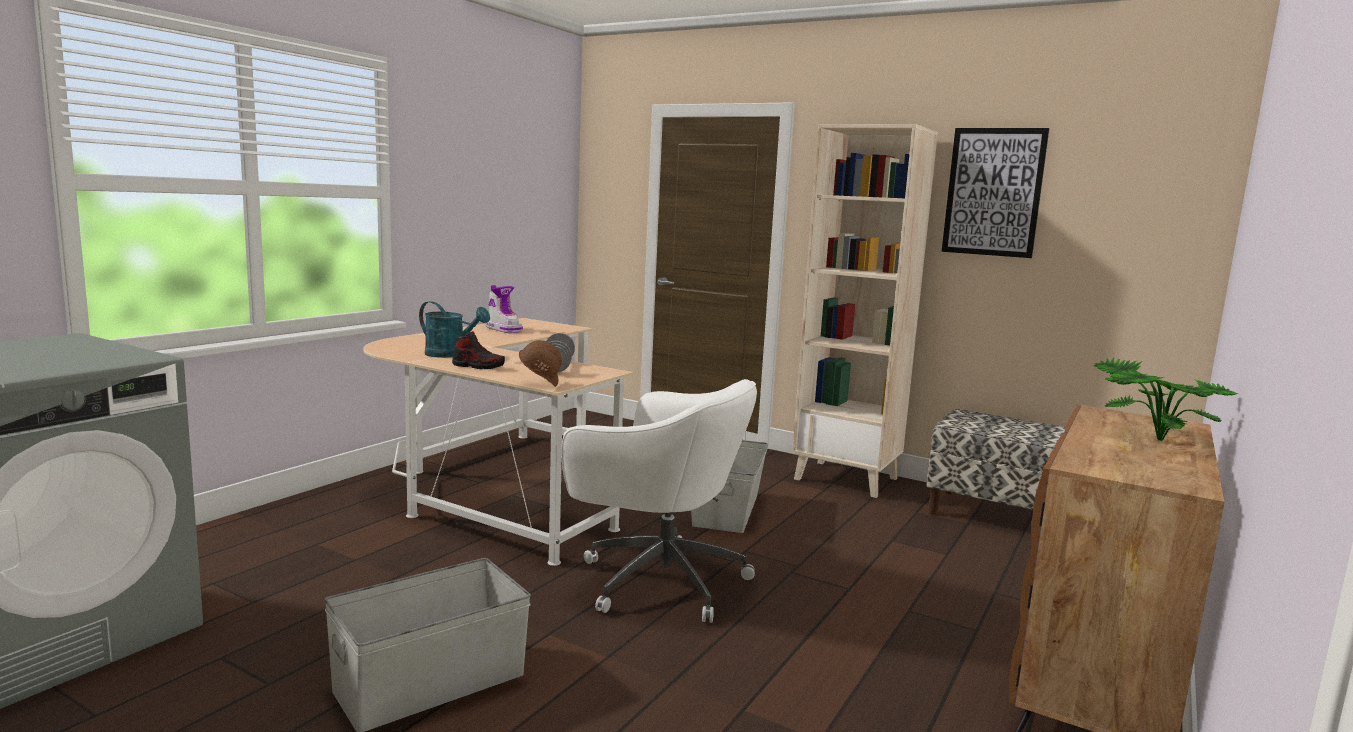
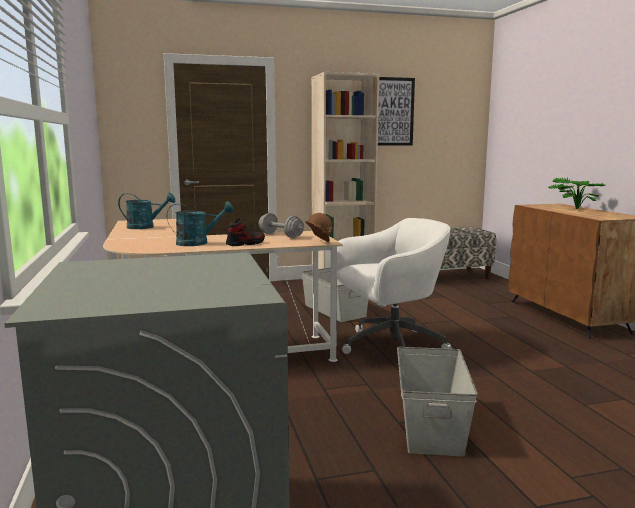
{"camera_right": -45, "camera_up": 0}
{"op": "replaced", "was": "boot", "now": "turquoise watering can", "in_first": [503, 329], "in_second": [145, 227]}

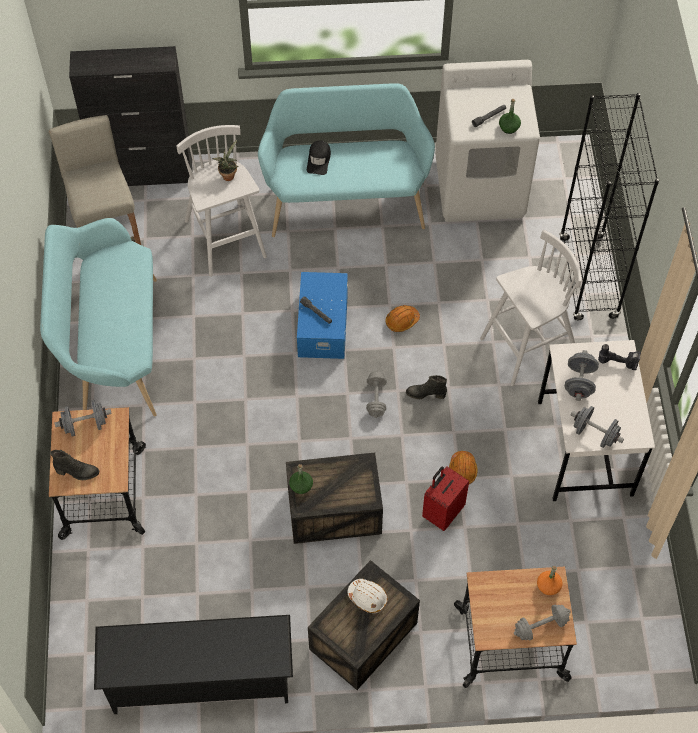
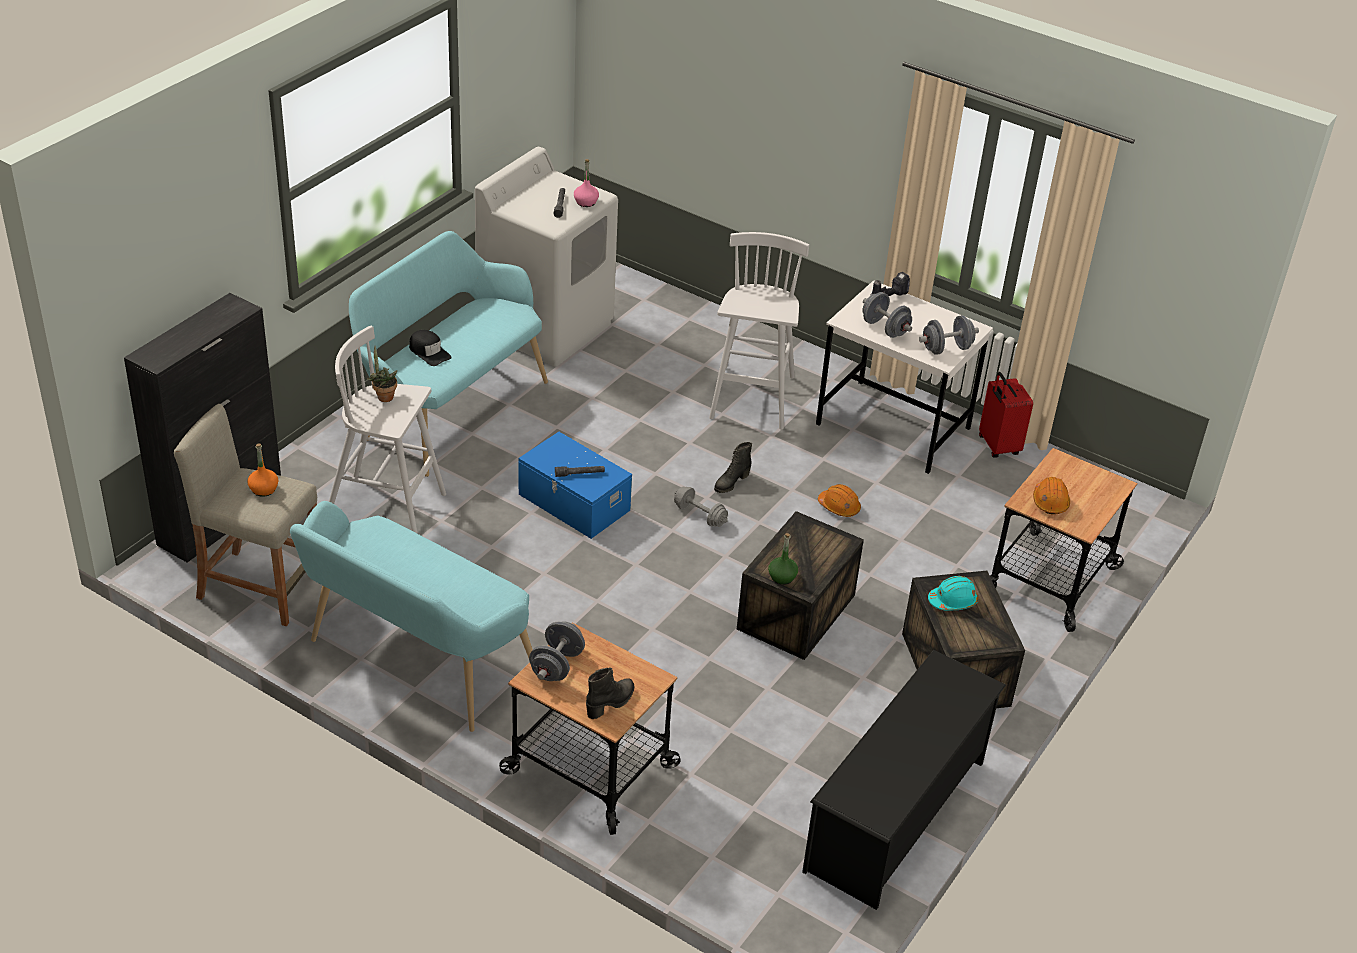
{"camera_right": -55, "camera_up": -20}
{"op": "removed", "was": "grey dumbbell", "in_first": [540, 626]}
{"op": "removed", "was": "black bookcase", "in_first": [588, 278]}
{"op": "moved", "was": "orange hard hat", "in_first": [402, 321], "in_second": [1050, 502]}
{"op": "moved", "was": "red suitcase", "in_first": [442, 512], "in_second": [997, 446]}
{"op": "moved", "was": "orange bottle", "in_first": [548, 586], "in_second": [263, 489]}
{"op": "recoloured", "was": "white hard hat", "now": "turquoise hard hat", "in_first": [367, 597], "in_second": [953, 601]}
{"op": "recoloured", "was": "green bottle", "now": "pink bottle", "in_first": [509, 127], "in_second": [586, 202]}

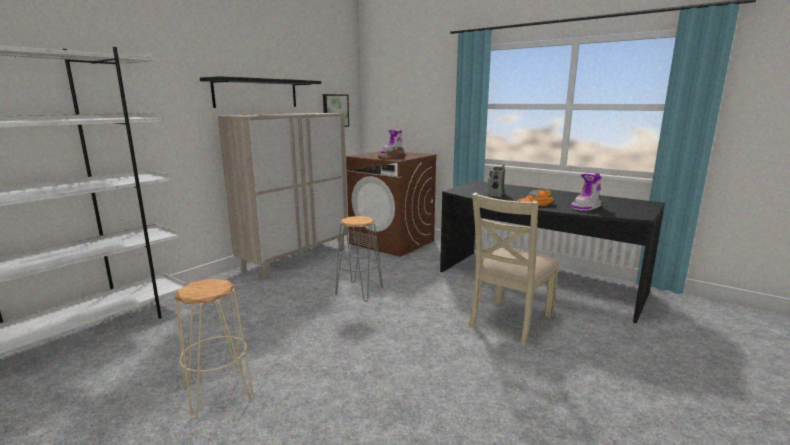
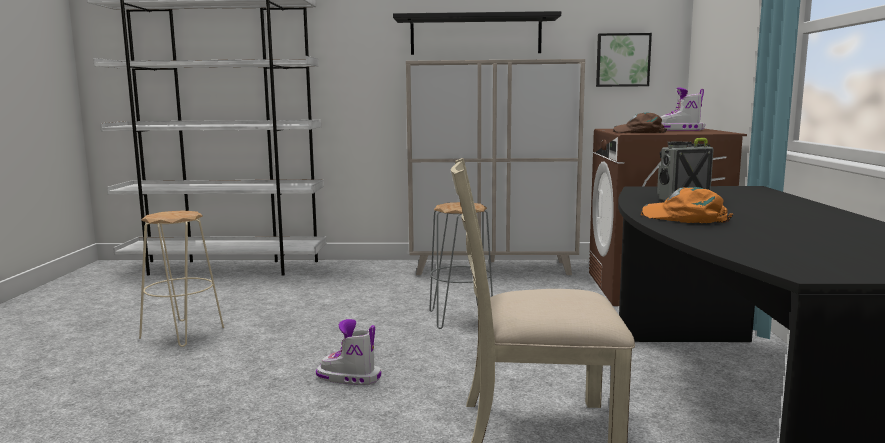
{"camera_right": 55, "camera_up": -5}
{"op": "moved", "was": "boot", "in_first": [586, 207], "in_second": [348, 378]}

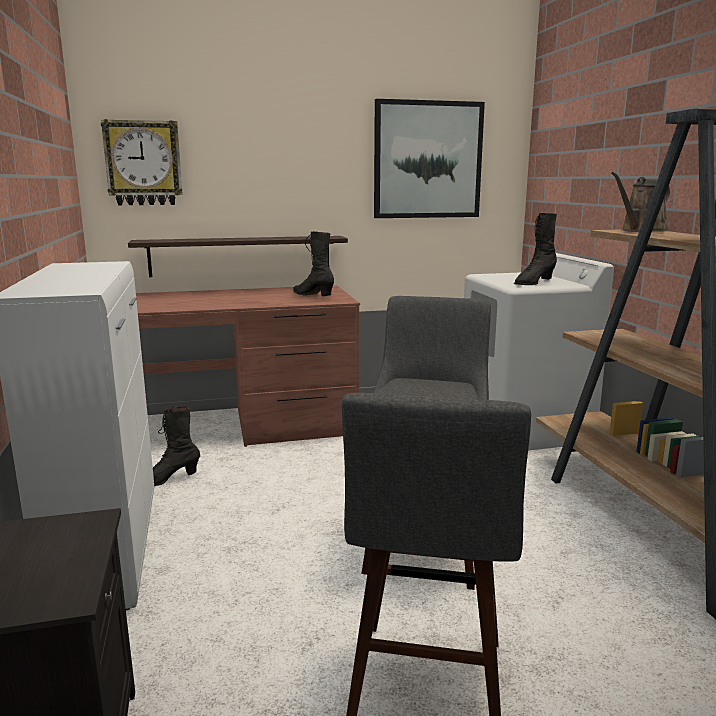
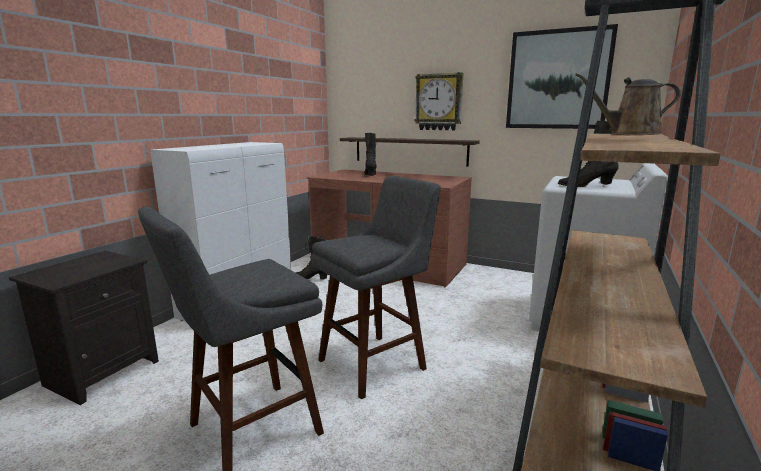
{"camera_right": 40, "camera_up": 0}
{"op": "moved", "was": "wall clock", "in_first": [143, 163], "in_second": [439, 102]}
{"op": "moved", "was": "black boot", "in_first": [313, 295], "in_second": [370, 175]}

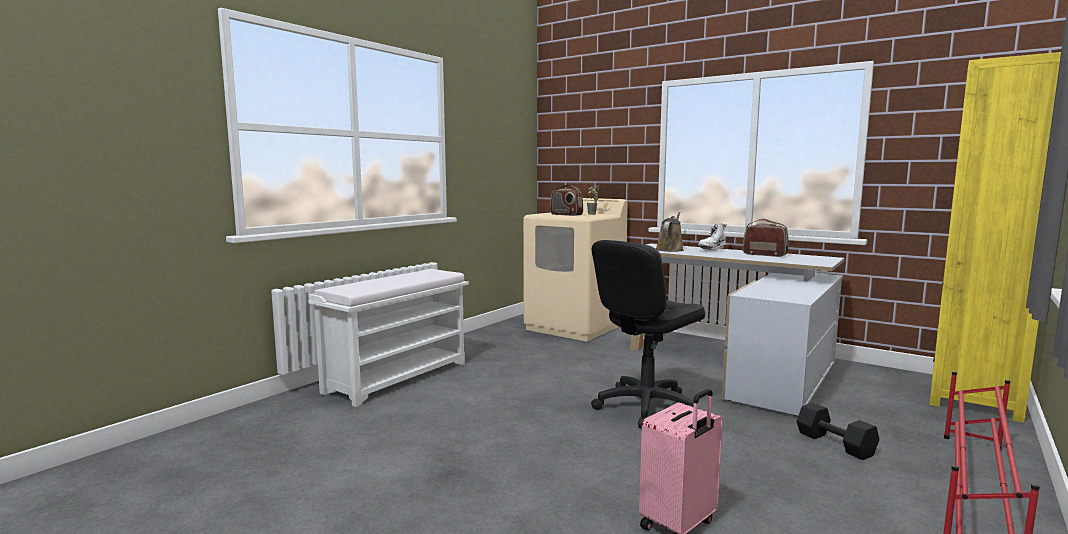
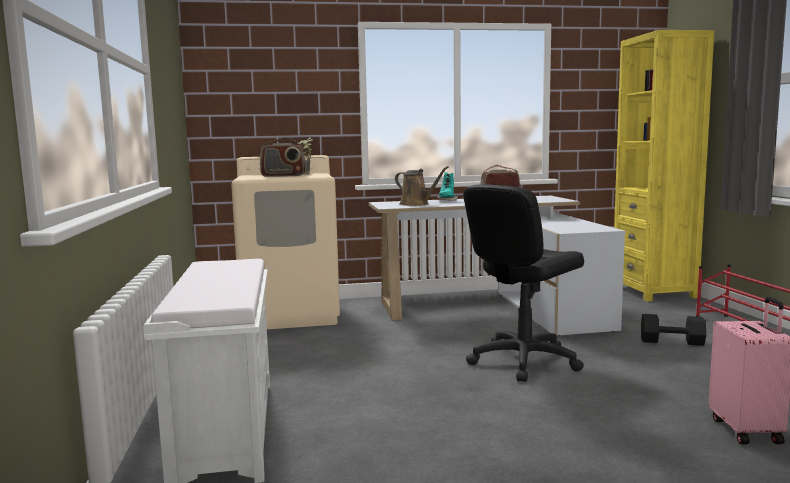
{"camera_right": -45, "camera_up": 0}
{"op": "recoloured", "was": "white boot", "now": "turquoise boot", "in_first": [712, 250], "in_second": [447, 201]}
{"op": "turned", "was": "black office chair", "in_first": [645, 406], "in_second": [523, 361], "clockwise": 45}
{"op": "turned", "was": "brown watering can", "in_first": [670, 249], "in_second": [416, 204], "clockwise": 150}

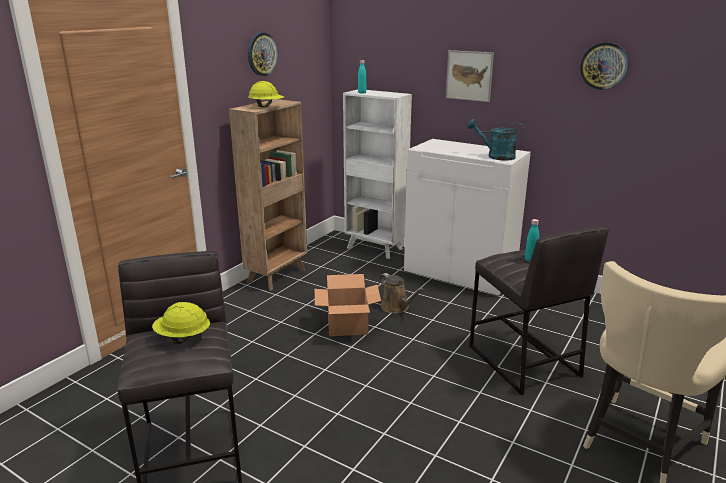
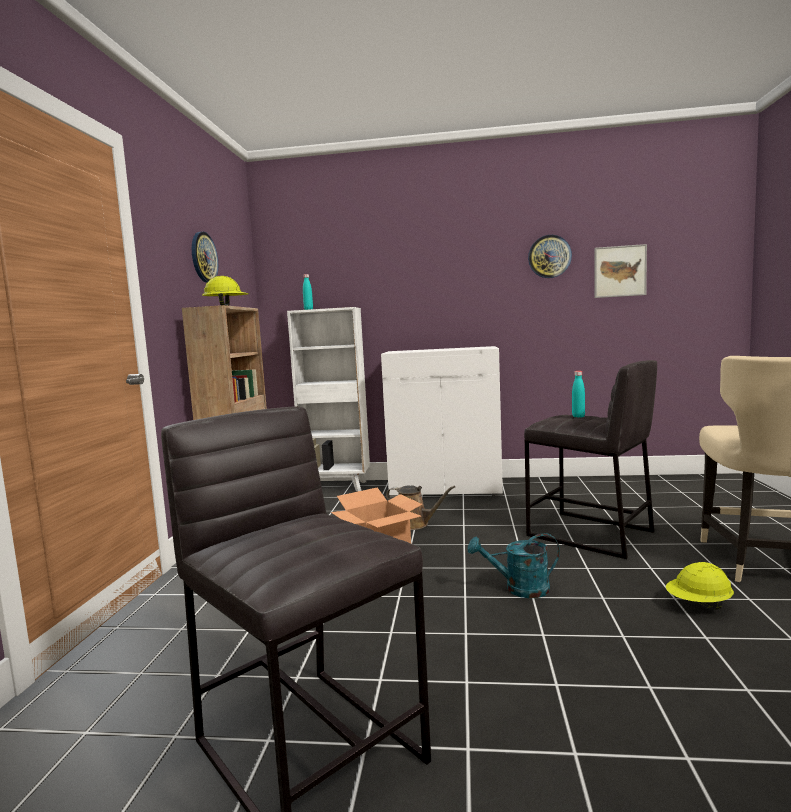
{"camera_right": -25, "camera_up": -15}
{"op": "moved", "was": "yellow hard hat", "in_first": [183, 337], "in_second": [699, 605]}
{"op": "moved", "was": "picture", "in_first": [469, 75], "in_second": [620, 271]}
{"op": "moved", "was": "turquoise watering can", "in_first": [496, 156], "in_second": [519, 589]}

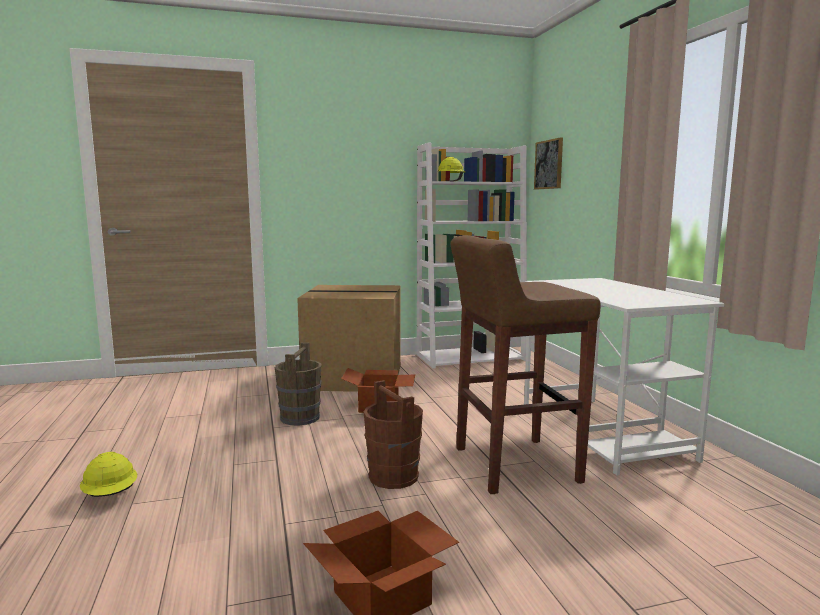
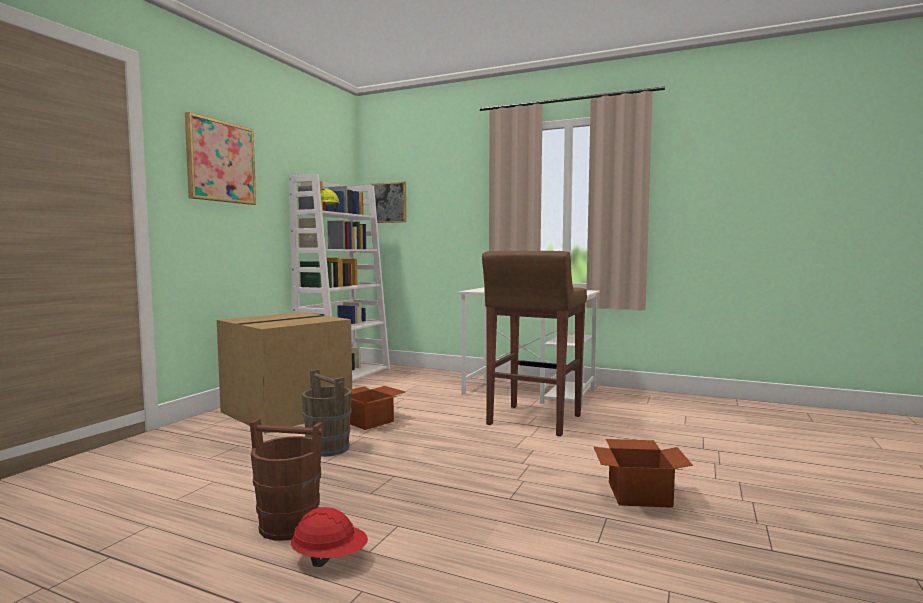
{"camera_right": -50, "camera_up": -5}
{"op": "added", "now": "picture", "in_second": [220, 162]}
{"op": "moved", "was": "brown bucket", "in_first": [393, 476], "in_second": [288, 525]}
{"op": "recoloured", "was": "yellow hard hat", "now": "red hard hat", "in_first": [111, 495], "in_second": [330, 559]}

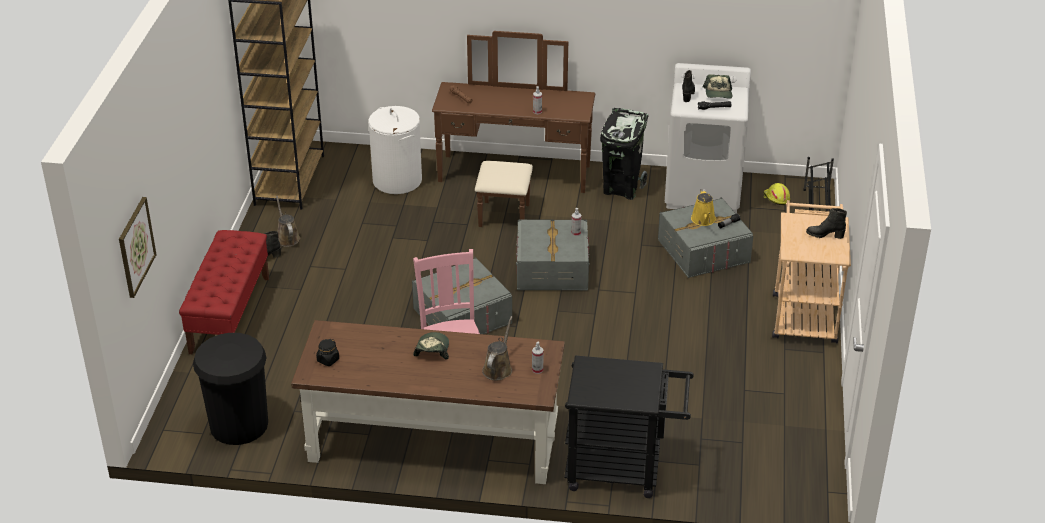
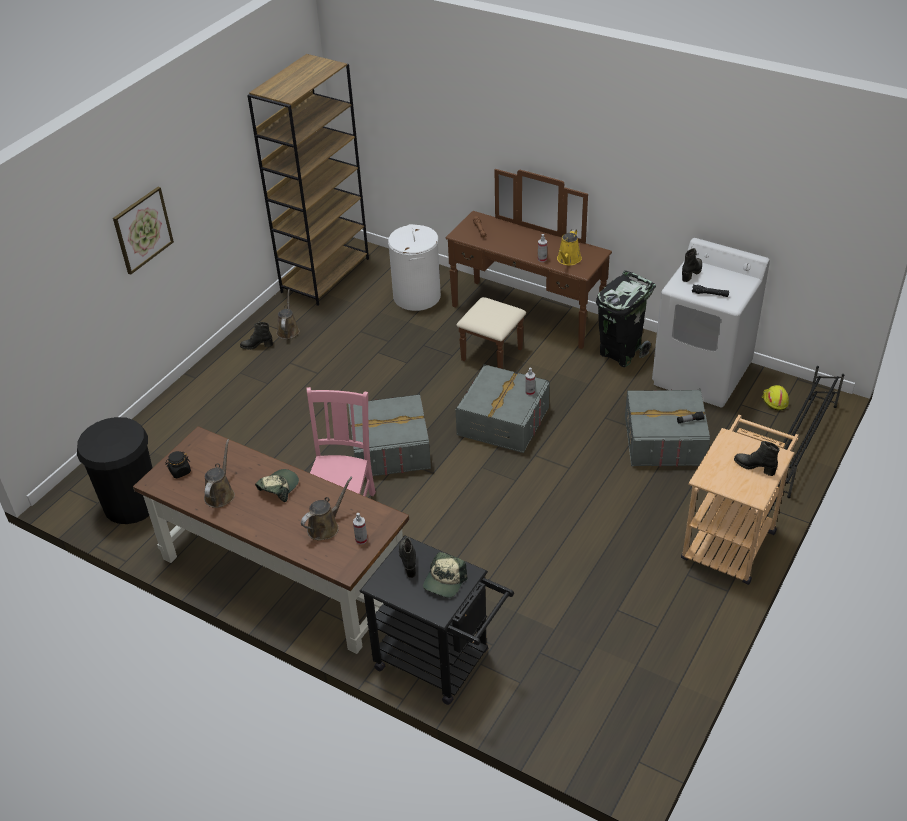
{"camera_right": 25, "camera_up": 5}
{"op": "removed", "was": "red bench", "in_first": [230, 314]}
{"op": "added", "now": "brown watering can", "in_second": [220, 494]}
{"op": "added", "now": "black boot", "in_second": [408, 561]}
{"op": "moved", "was": "picture", "in_first": [136, 247], "in_second": [142, 230]}
{"op": "moved", "was": "yellow watering can", "in_first": [703, 220], "in_second": [568, 260]}
{"op": "moved", "was": "cap", "in_first": [718, 93], "in_second": [444, 581]}

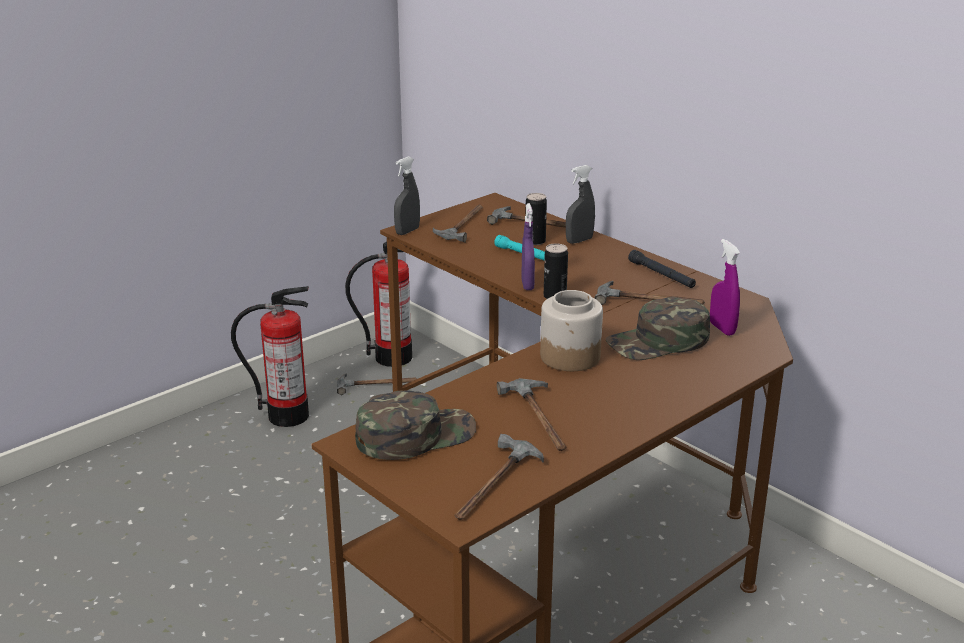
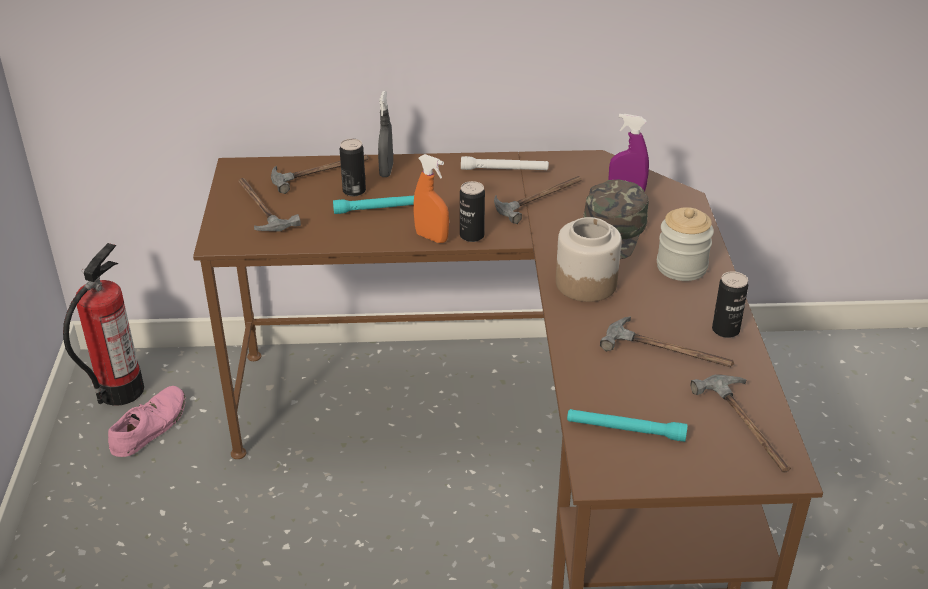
{"camera_right": -50, "camera_up": 10}
{"op": "removed", "was": "fire extinguisher", "in_first": [288, 416]}
{"op": "removed", "was": "grey spray bottle", "in_first": [407, 231]}
{"op": "added", "now": "jar", "in_second": [681, 267]}
{"op": "added", "now": "can", "in_second": [725, 330]}
{"op": "replaced", "was": "hammer", "now": "pink shoe", "in_first": [377, 384], "in_second": [150, 427]}
{"op": "replaced", "was": "green cap", "now": "turquoise flashlight", "in_first": [415, 435], "in_second": [625, 430]}
{"op": "recoloured", "was": "purple spray bottle", "now": "orange spray bottle", "in_first": [527, 285], "in_second": [431, 237]}
{"op": "recoloured", "was": "black flashlight", "now": "white flashlight", "in_first": [661, 275], "in_second": [504, 170]}

